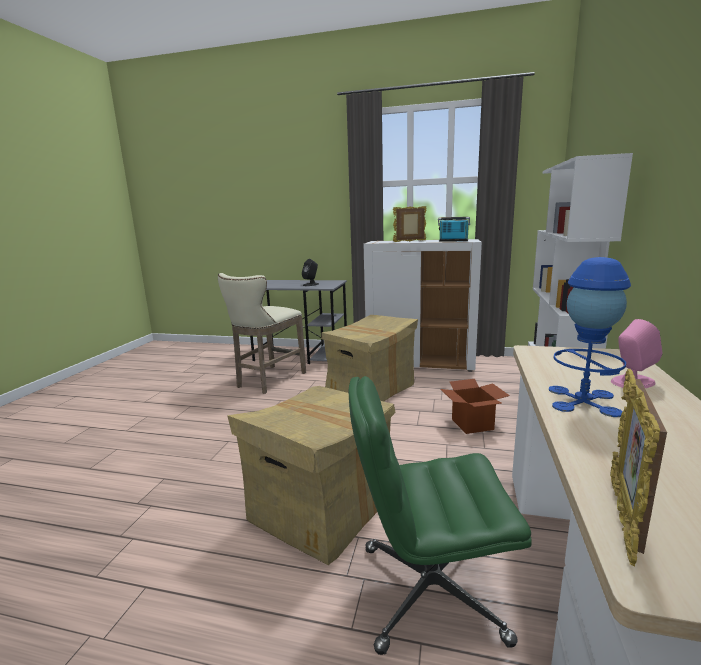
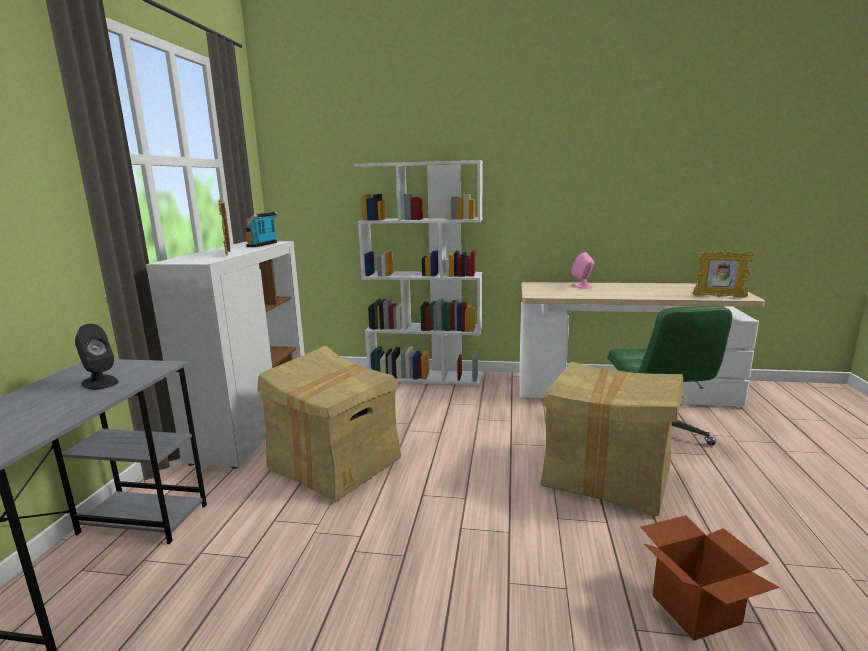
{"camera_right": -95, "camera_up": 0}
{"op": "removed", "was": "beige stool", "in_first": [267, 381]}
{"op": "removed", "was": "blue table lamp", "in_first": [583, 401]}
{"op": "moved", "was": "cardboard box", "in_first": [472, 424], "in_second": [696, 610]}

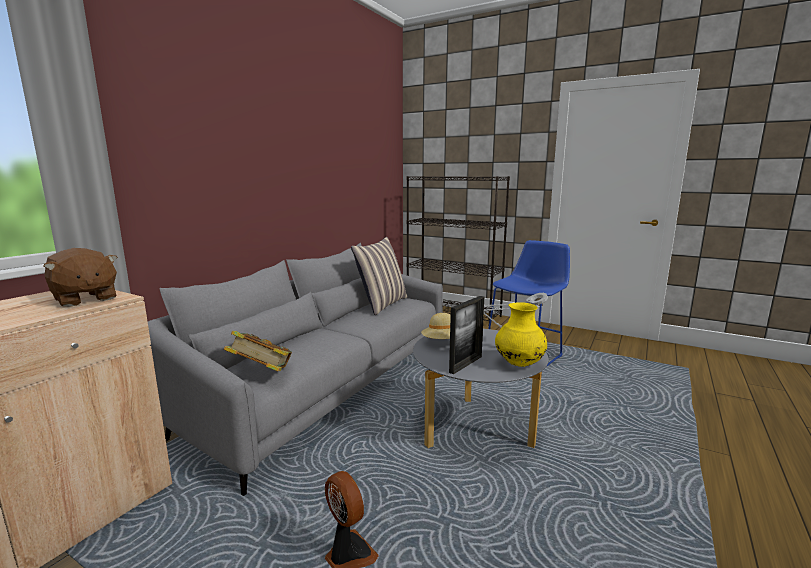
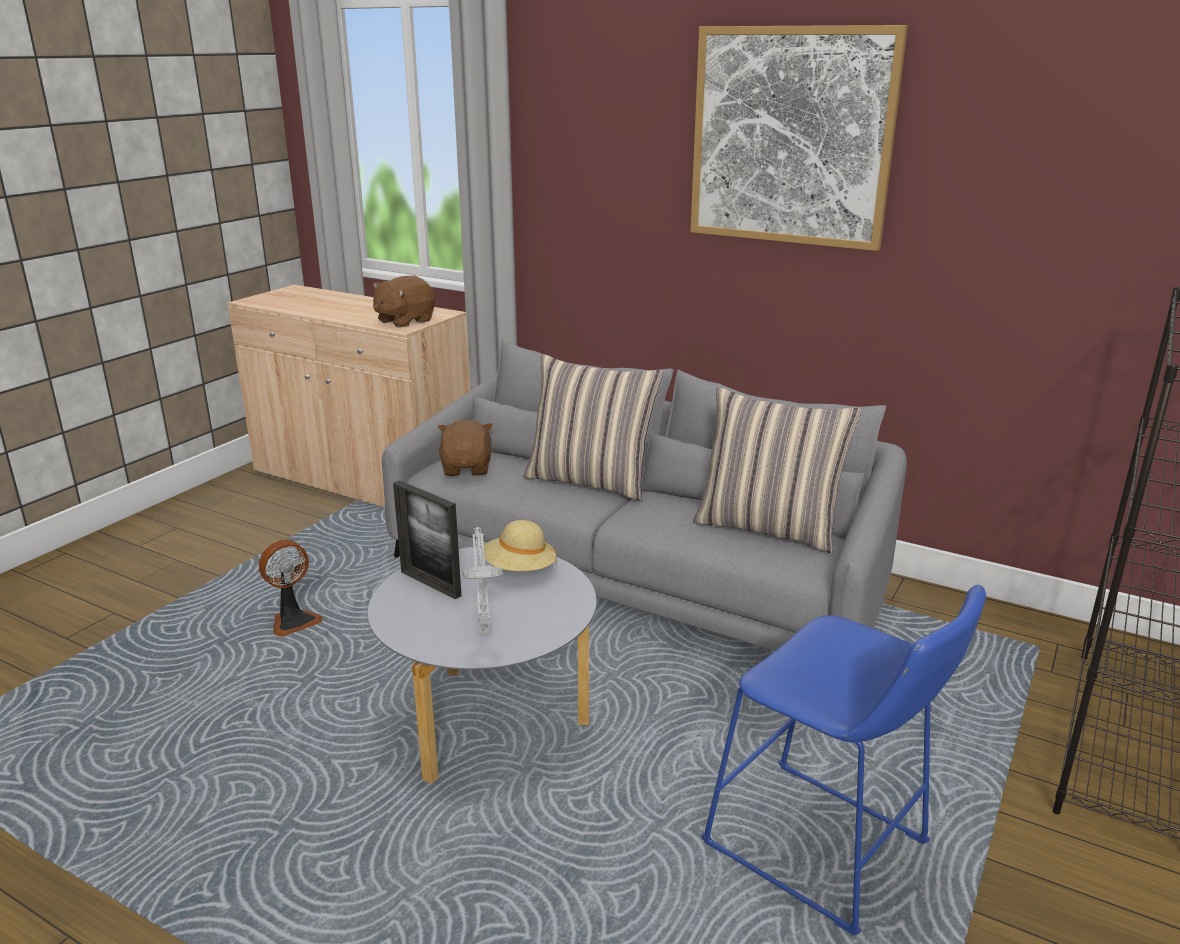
{"camera_right": 90, "camera_up": 10}
{"op": "removed", "was": "yellow vase", "in_first": [519, 364]}
{"op": "added", "now": "pillow", "in_second": [591, 481]}
{"op": "added", "now": "picture", "in_second": [791, 137]}
{"op": "replaced", "was": "book", "now": "brown plush toy", "in_first": [261, 373], "in_second": [467, 468]}

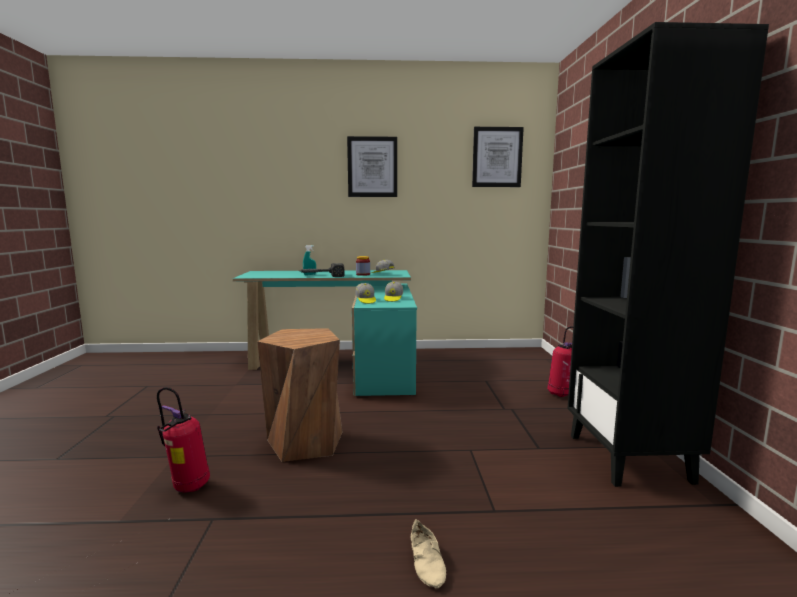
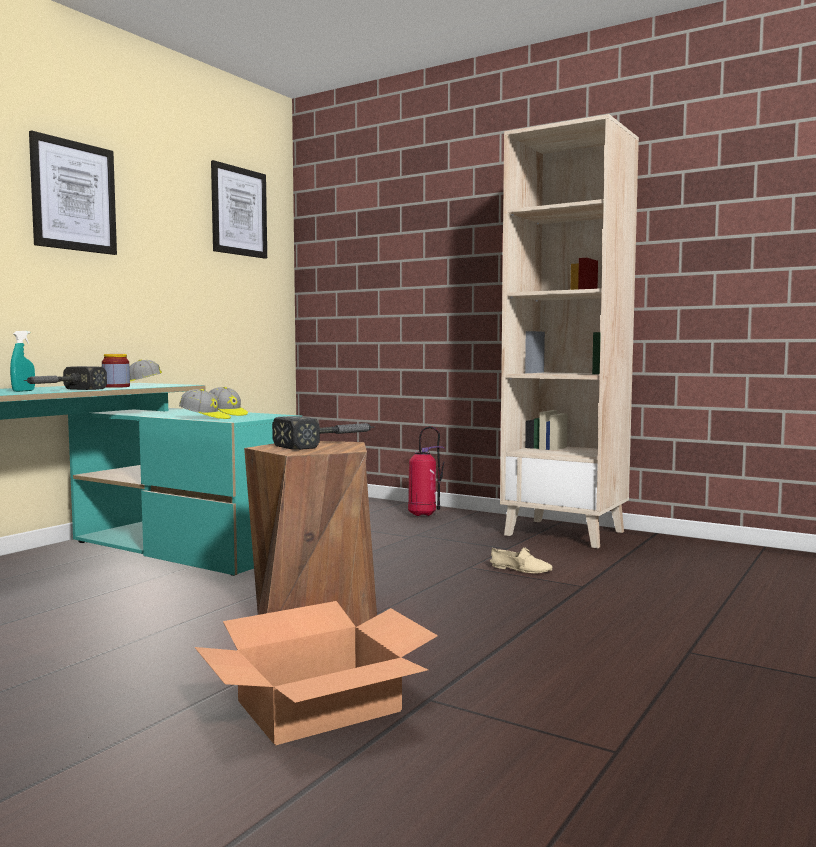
{"camera_right": -55, "camera_up": -5}
{"op": "added", "now": "hammer", "in_second": [330, 444]}
{"op": "moved", "was": "beige shoe", "in_first": [427, 561], "in_second": [521, 569]}
{"op": "replaced", "was": "fire extinguisher", "now": "cardboard box", "in_first": [188, 488], "in_second": [319, 706]}
{"op": "recoloured", "was": "black bookcase", "now": "beige bookcase", "in_first": [629, 458], "in_second": [566, 533]}

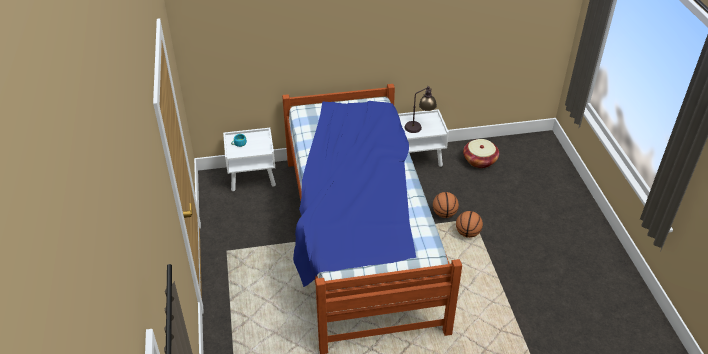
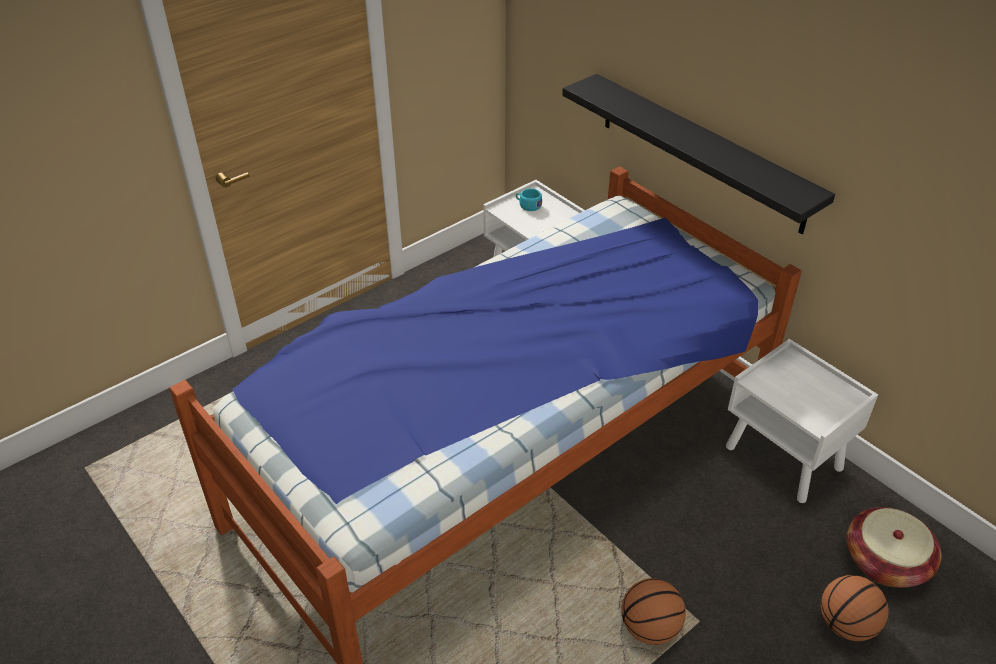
{"camera_right": 60, "camera_up": 0}
{"op": "removed", "was": "table lamp", "in_first": [419, 127]}
{"op": "added", "now": "black shelf", "in_second": [701, 152]}
{"op": "moved", "was": "basketball", "in_first": [444, 214], "in_second": [846, 625]}

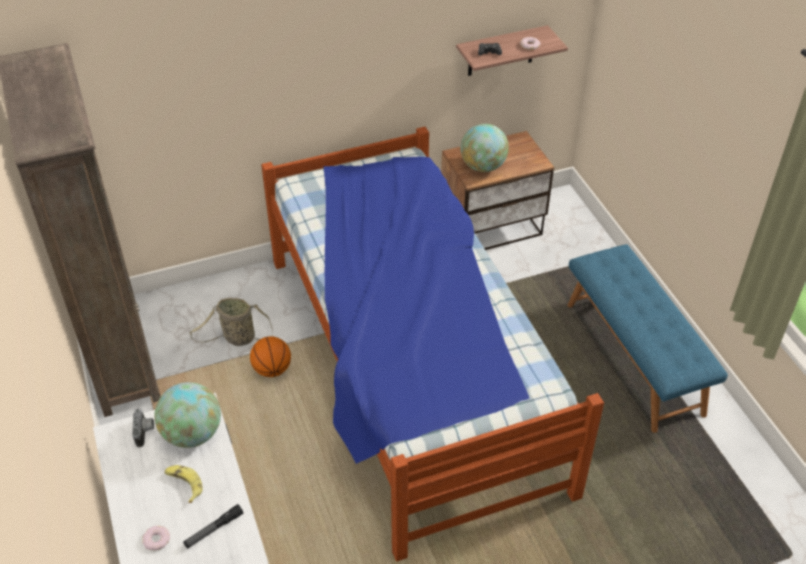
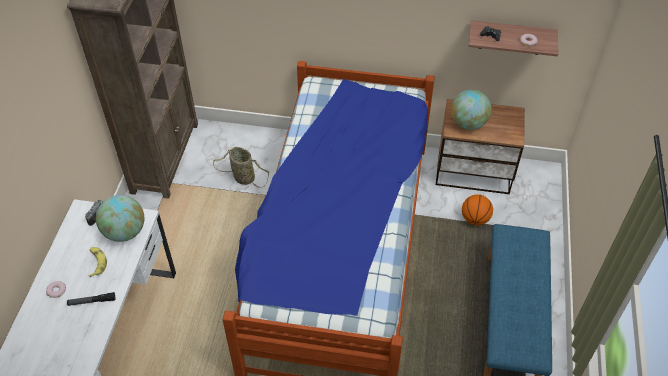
{"camera_right": 30, "camera_up": 5}
{"op": "moved", "was": "basketball", "in_first": [272, 369], "in_second": [475, 219]}

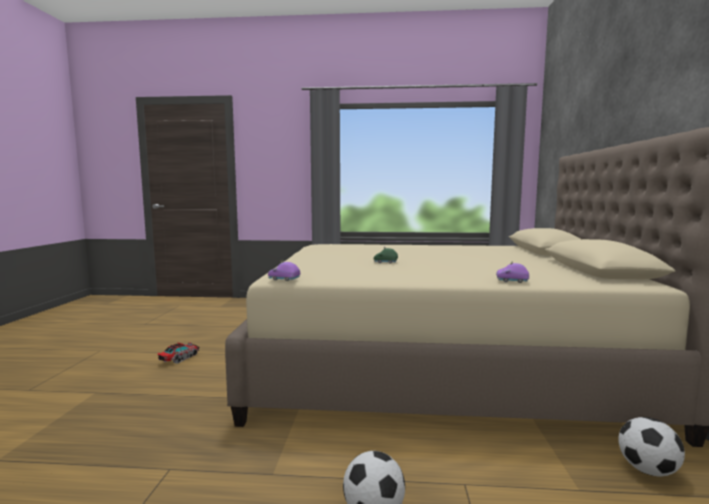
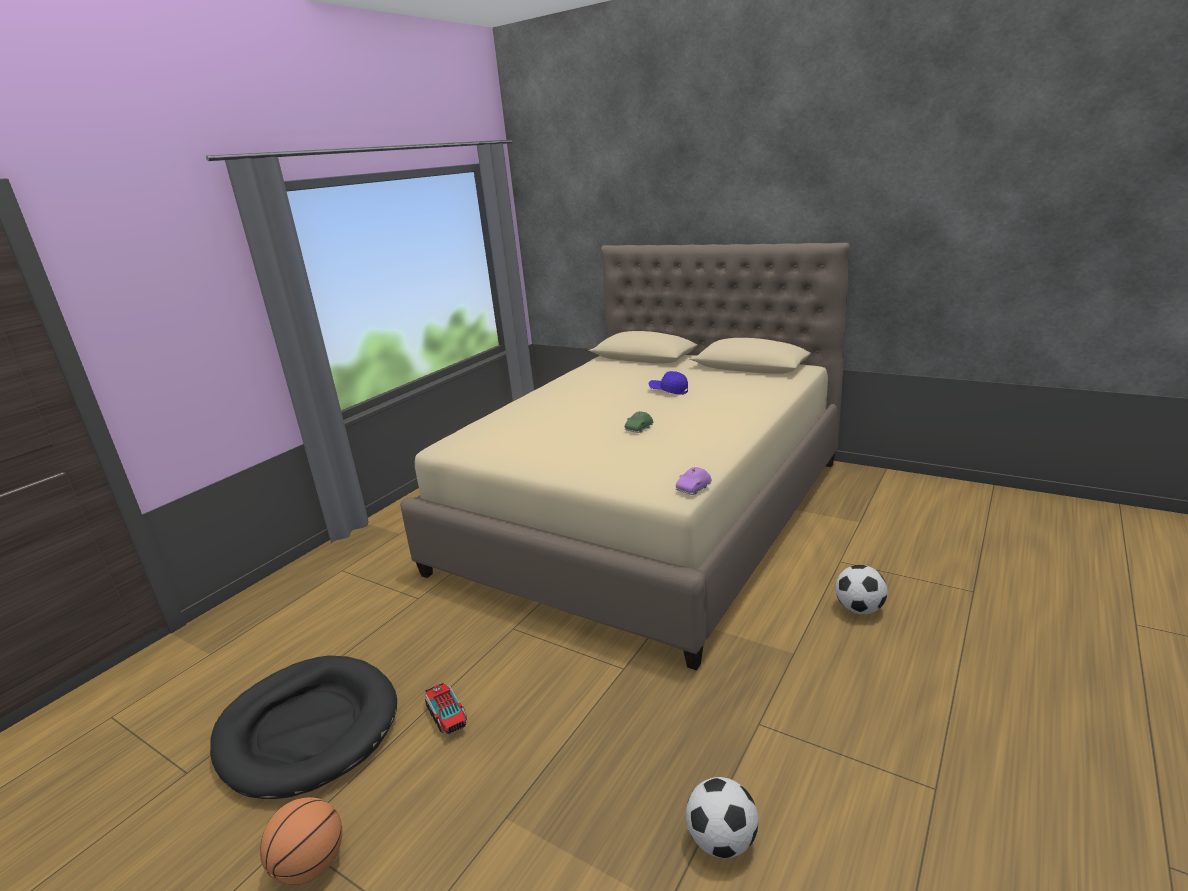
{"camera_right": -60, "camera_up": 15}
{"op": "removed", "was": "purple toy car", "in_first": [512, 281]}
{"op": "added", "now": "black dog bed", "in_second": [308, 728]}
{"op": "added", "now": "basketball", "in_second": [311, 865]}
{"op": "added", "now": "blue cap", "in_second": [669, 391]}
{"op": "moved", "was": "football", "in_first": [647, 470], "in_second": [721, 841]}

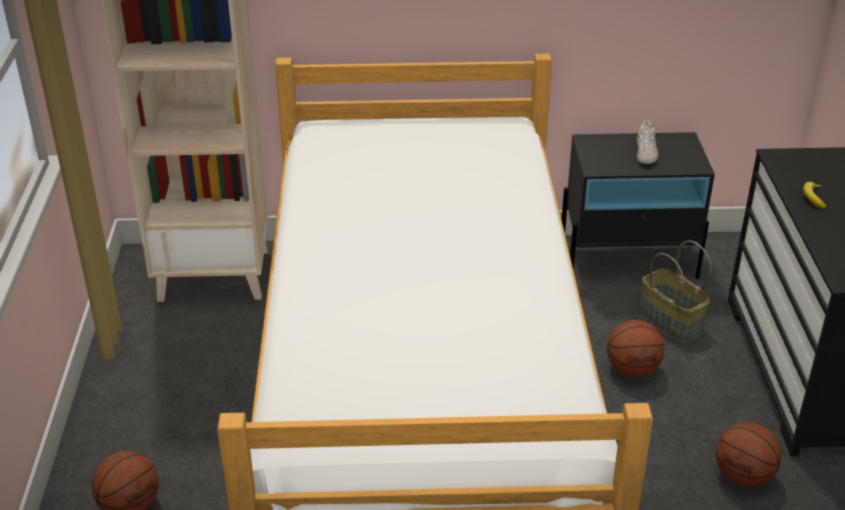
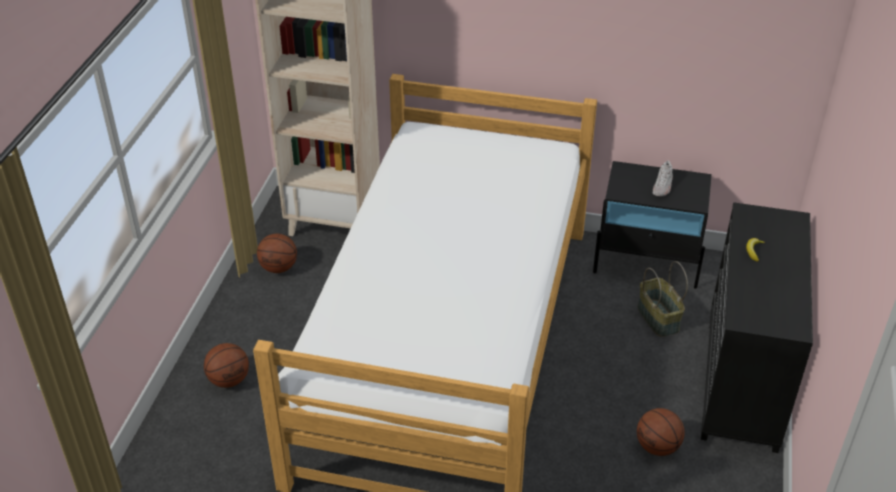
{"camera_right": 15, "camera_up": 5}
{"op": "moved", "was": "basketball", "in_first": [633, 369], "in_second": [279, 268]}

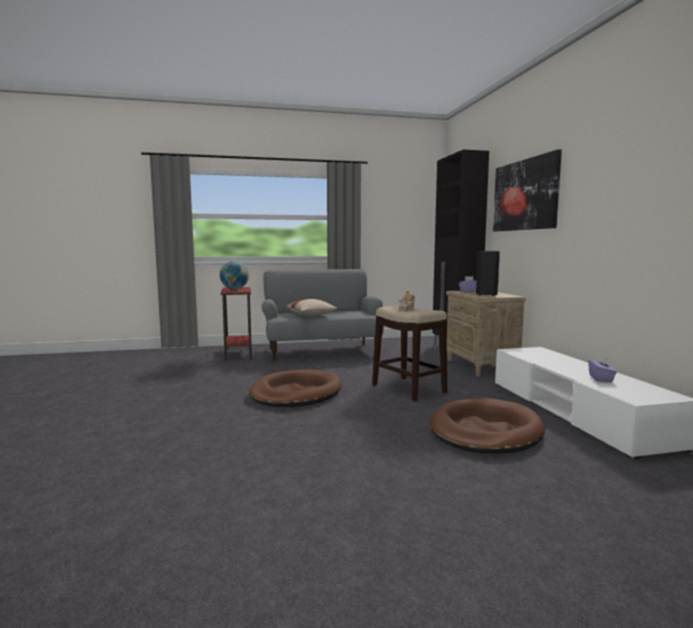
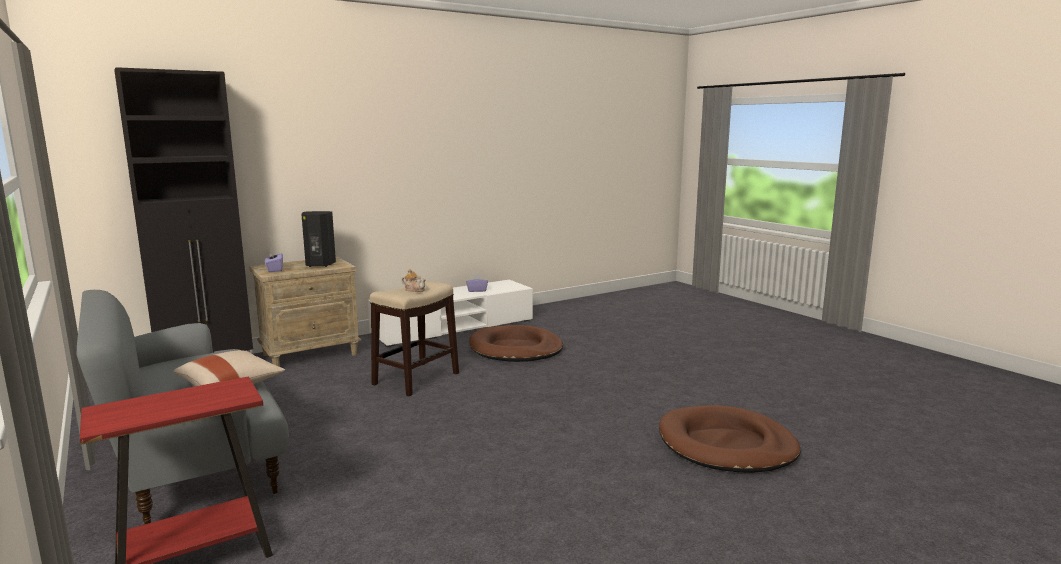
{"camera_right": -110, "camera_up": 5}
{"op": "removed", "was": "globe", "in_first": [234, 289]}
{"op": "removed", "was": "picture", "in_first": [525, 195]}
{"op": "moved", "was": "brown dog bed", "in_first": [296, 393], "in_second": [726, 445]}

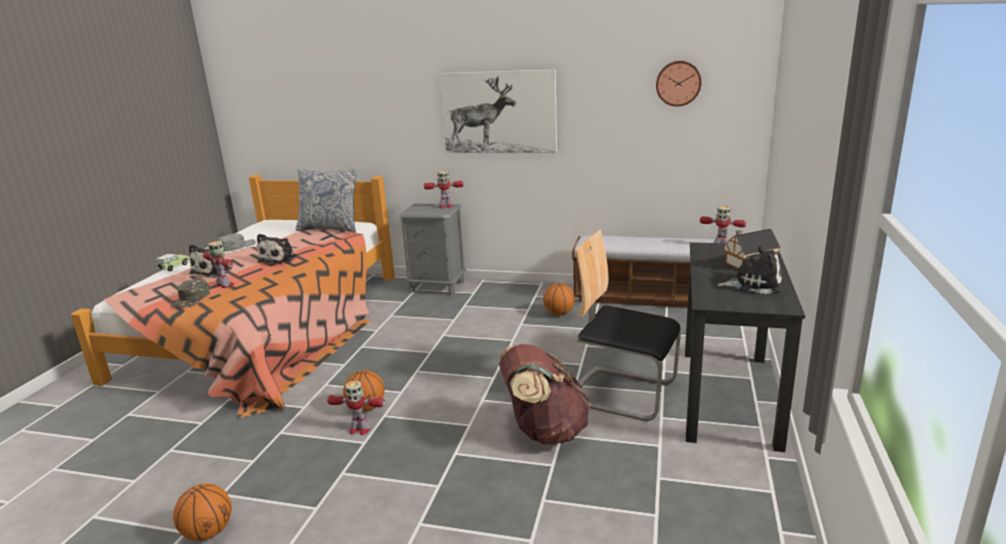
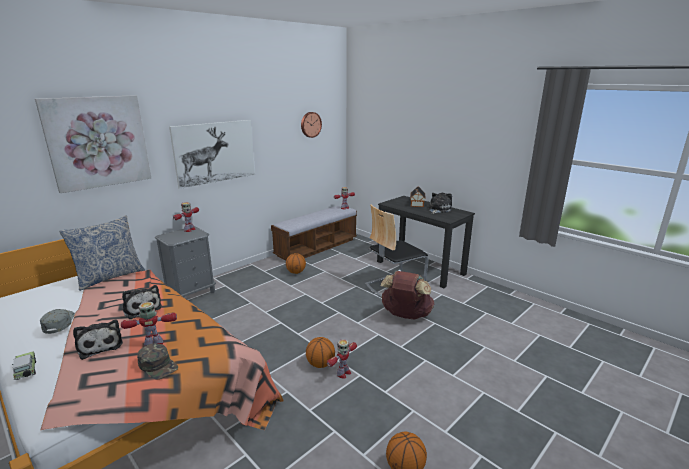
{"camera_right": -60, "camera_up": 0}
{"op": "added", "now": "picture", "in_second": [98, 142]}

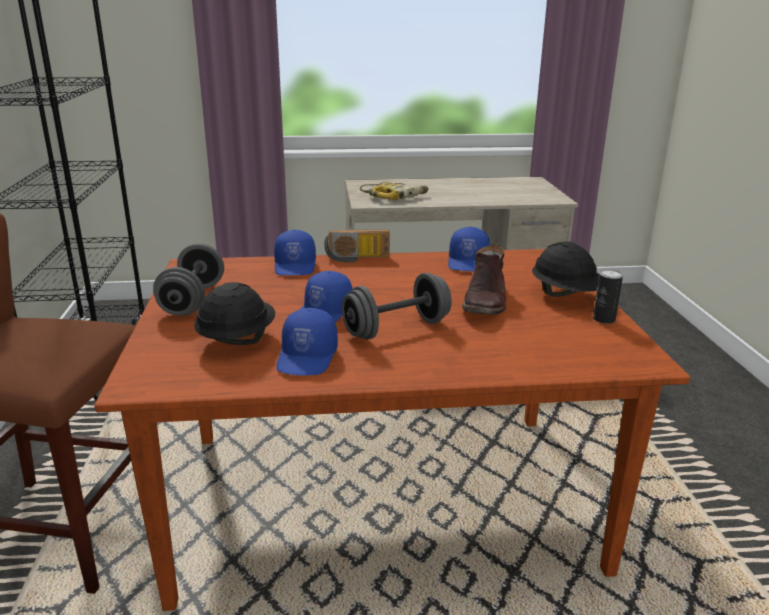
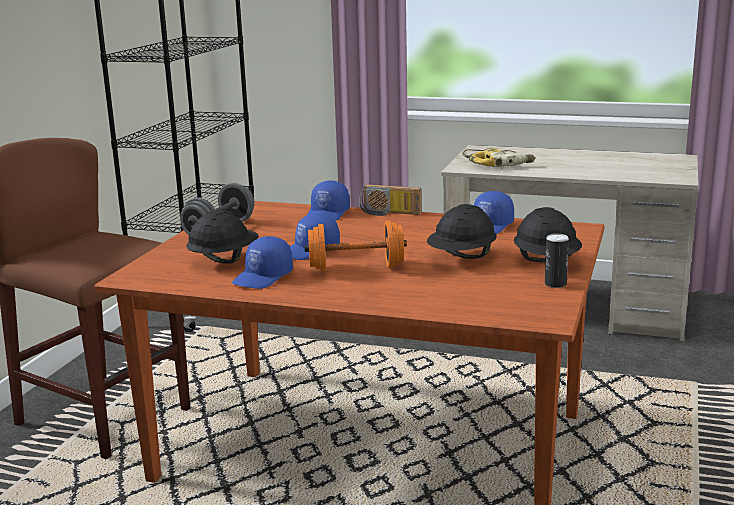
{"camera_right": 25, "camera_up": -5}
{"op": "replaced", "was": "brown boot", "now": "black hard hat", "in_first": [486, 301], "in_second": [462, 258]}
{"op": "recoloured", "was": "grey dumbbell", "now": "orange dumbbell", "in_first": [396, 329], "in_second": [356, 268]}

